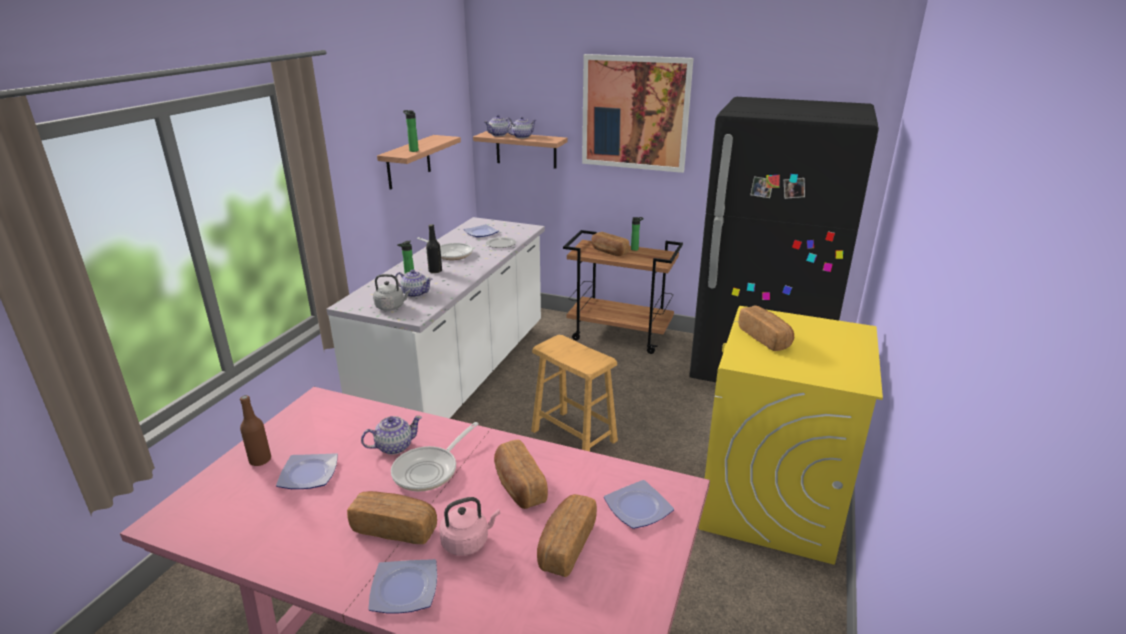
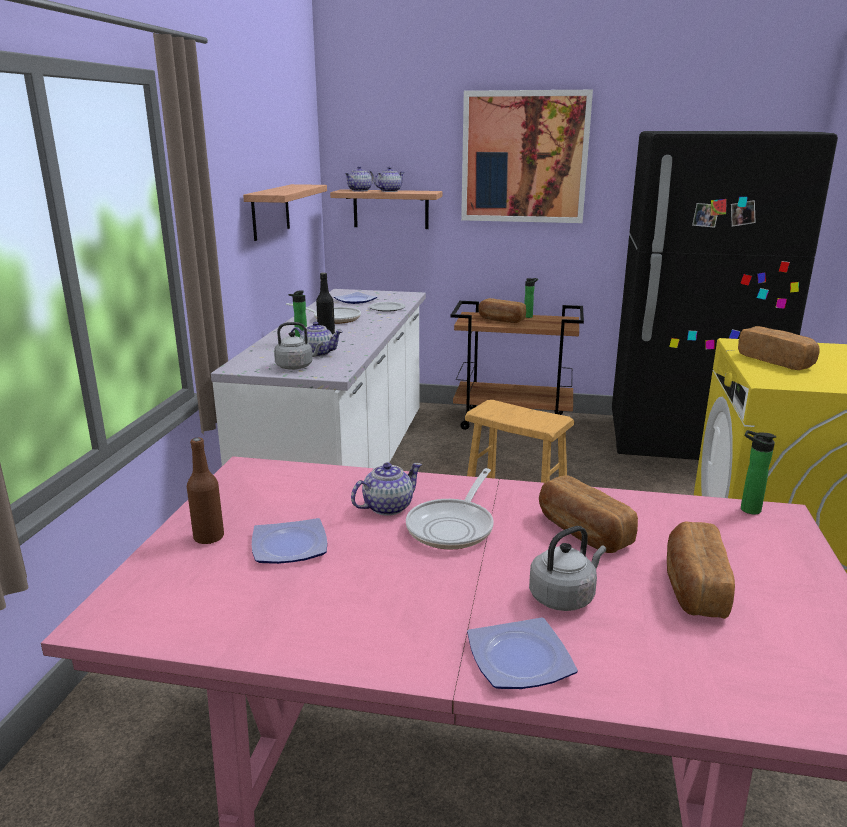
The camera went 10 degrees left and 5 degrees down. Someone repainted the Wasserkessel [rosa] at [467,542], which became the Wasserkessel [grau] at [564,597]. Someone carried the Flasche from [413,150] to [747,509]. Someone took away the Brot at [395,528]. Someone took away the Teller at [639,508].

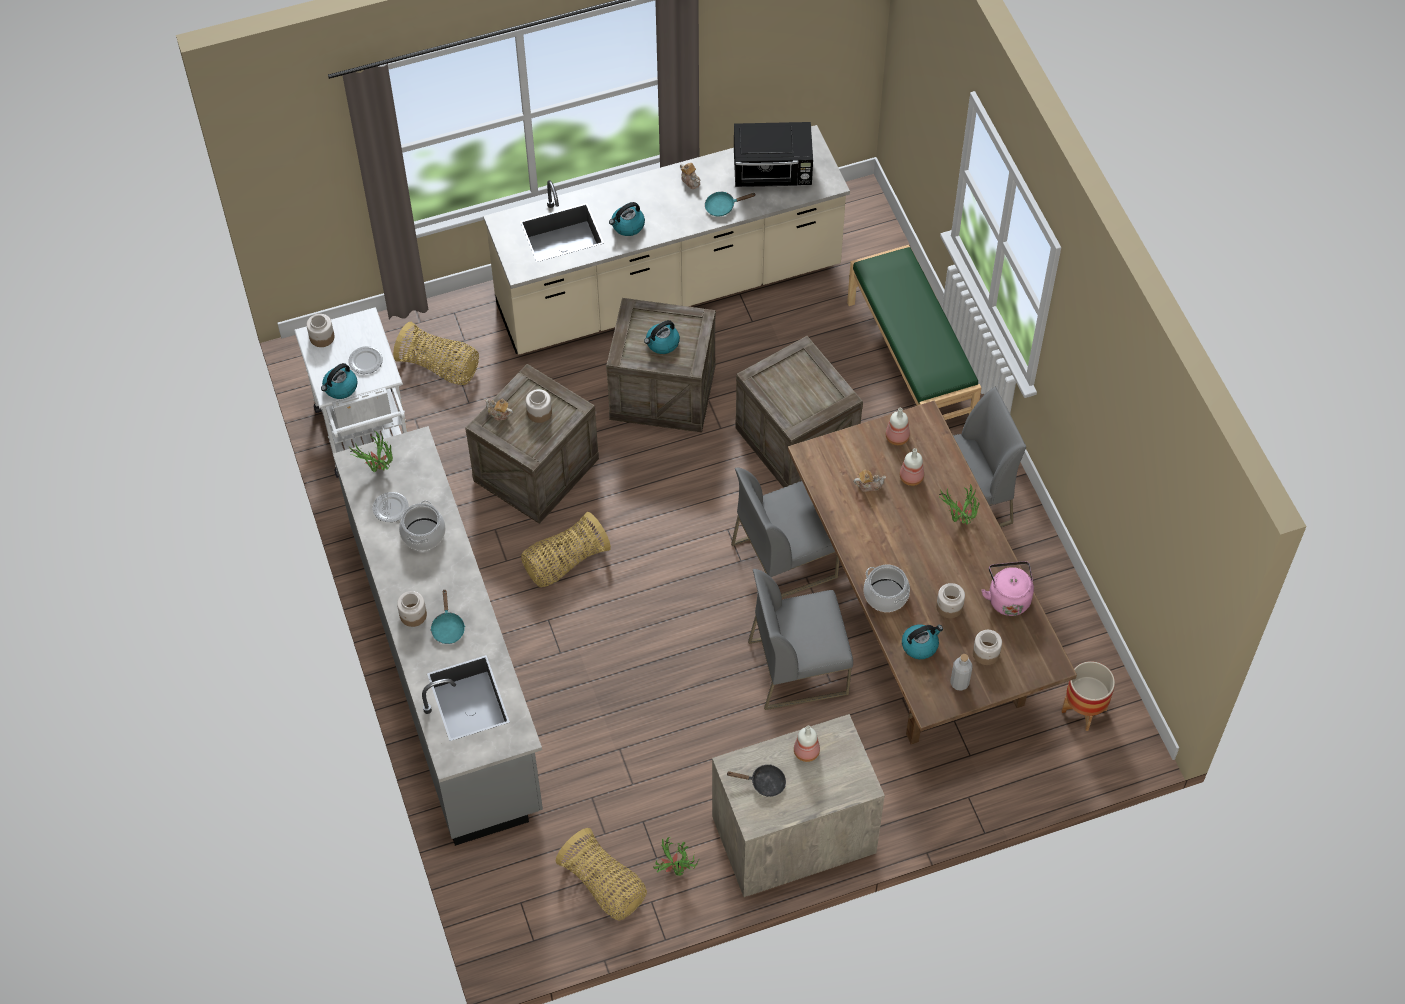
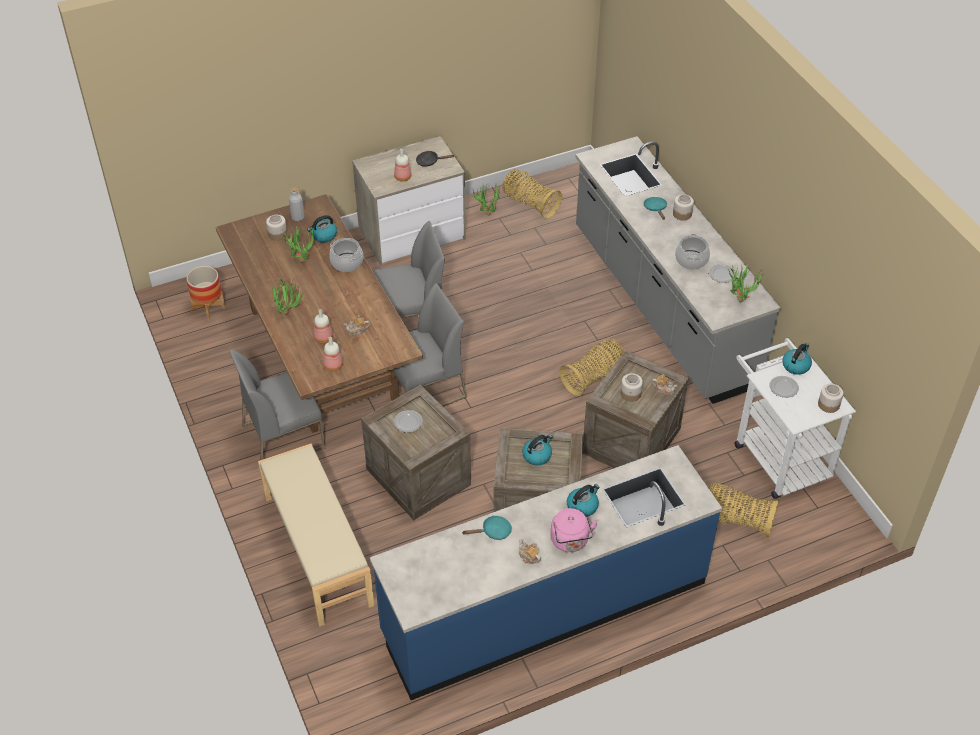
The camera went 175 degrees right and 10 degrees down. Someone repainted the Bank [grün] at [911,364], which became the Bank [beige] at [317,551]. Someone swapped the Vorratsglas at [949,607] for the Topfpflanze at [301,258]. Someone repainted the Küchenzeile [beige] at [669,289], which became the Küchenzeile [blau] at [544,607]. Someone put down the Teller at [408,422]. Someone carried the Wasserkessel [rosa] from [1008,598] to [570,542]. Someone took away the Mikrowelle [schwarz] at [773,173].

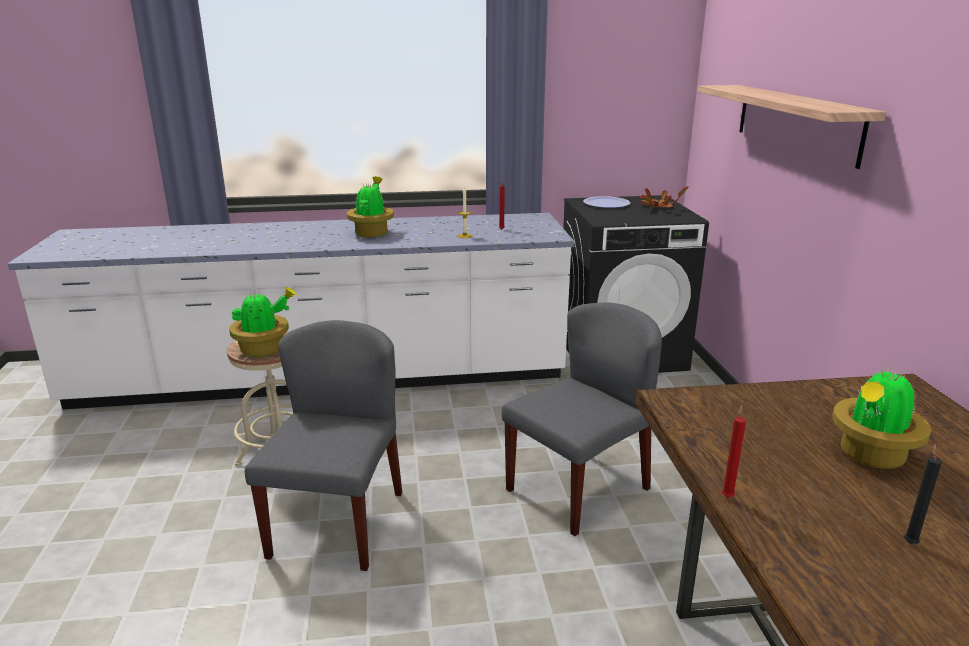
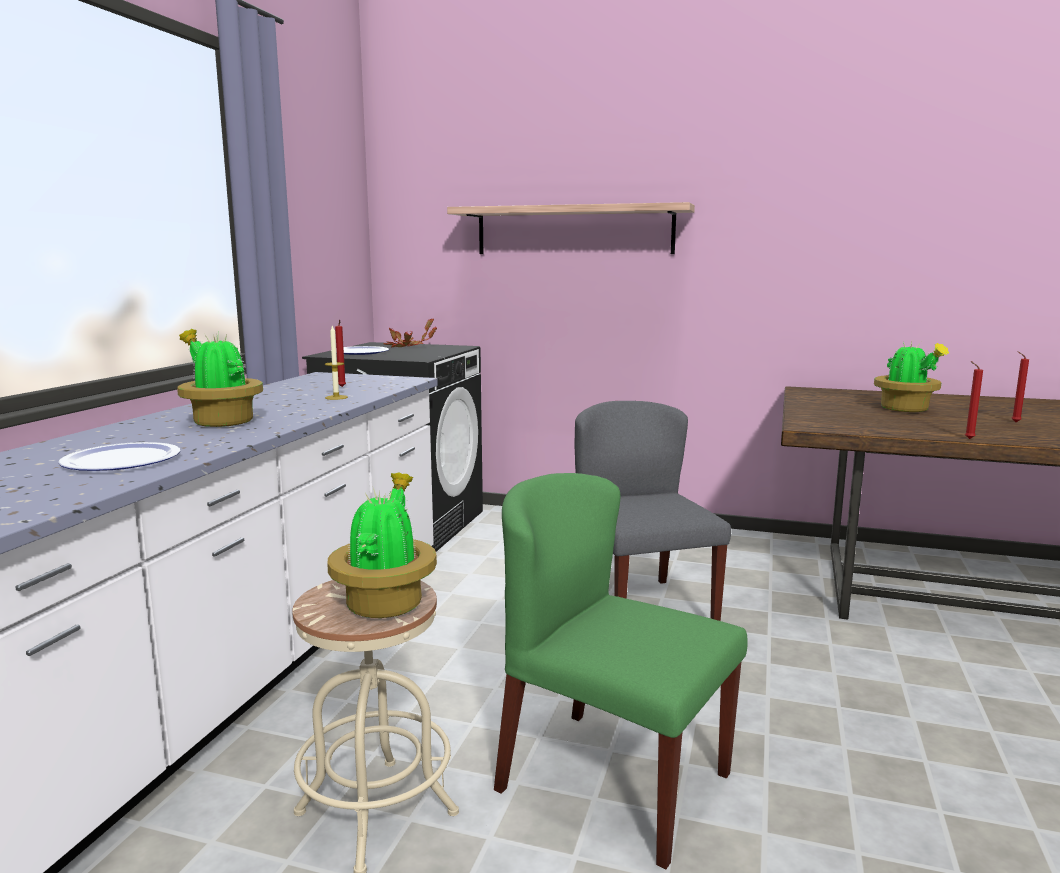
The camera went 65 degrees left and 10 degrees down. Someone put down the Teller at [122,460]. Someone repainted the Stuhl [grau] at [337,523], which became the Stuhl [grün] at [612,781]. Someone repainted the Kerze [schwarz] at [910,542], which became the Kerze [rot] at [1014,422].

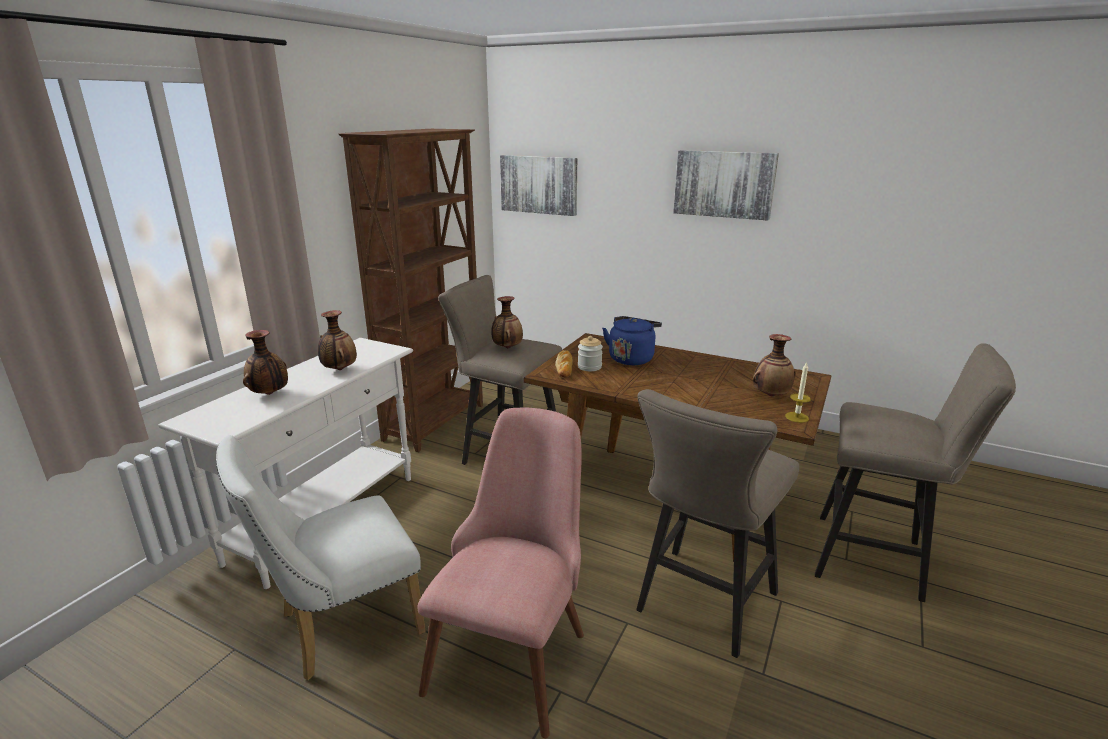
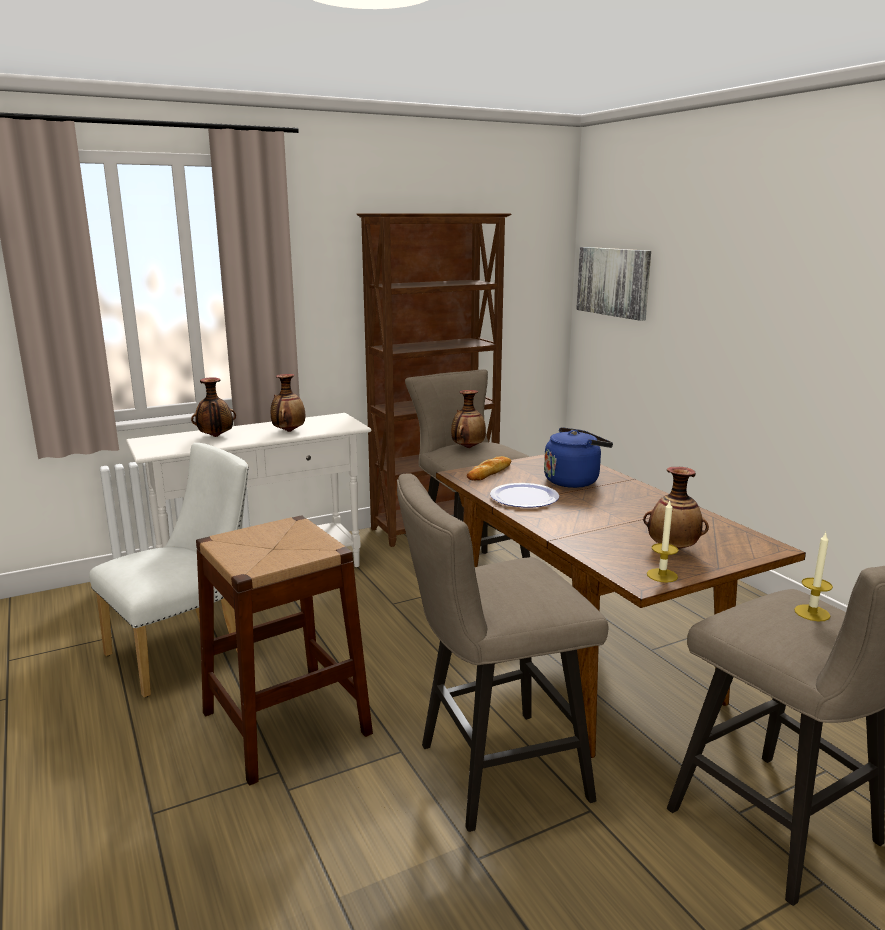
The camera went 35 degrees right and 5 degrees down. Someone rotated the Stuhl [weiß] at [341,627] by 135 degrees clockwise. Someone swapped the Stuhl [rosa] at [515,646] for the Hocker [braun] at [286,722]. Someone put down the Teller at [524,497]. Someone put down the Kerze at [812,613]. Someone took away the Vorratsglas at [589,367]. Someone took away the Bild at [724,184].

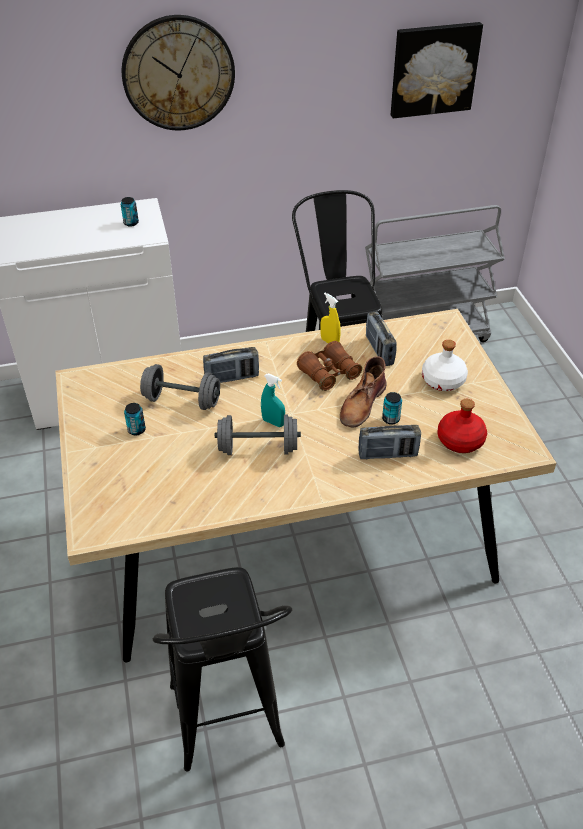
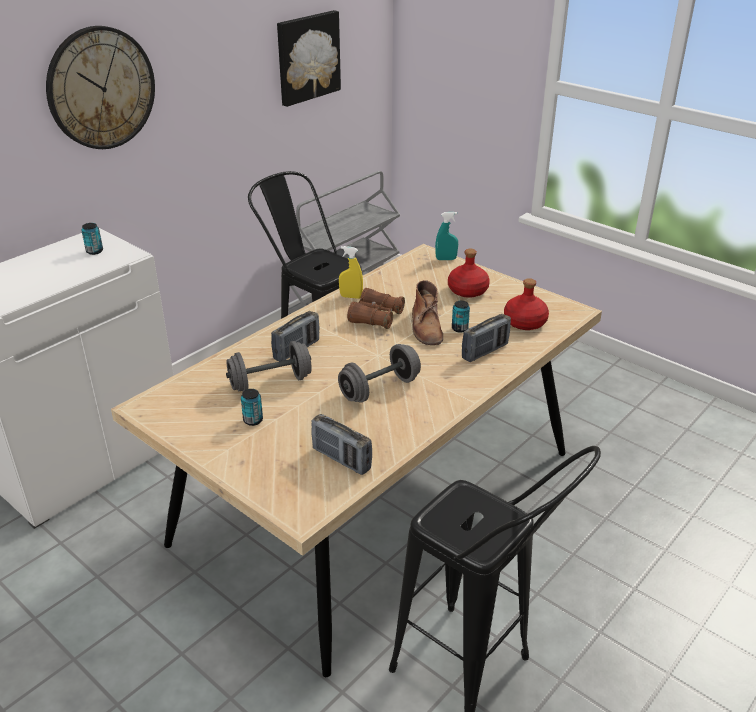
The camera went 35 degrees left and 10 degrees down. Someone carried the Radio from [379,350] to [341,459]. Someone carried the Sprühflasche [türkis] from [273,422] to [446,259]. Someone repainted the Flasche [weiß] at [443,381], which became the Flasche [rot] at [468,291].

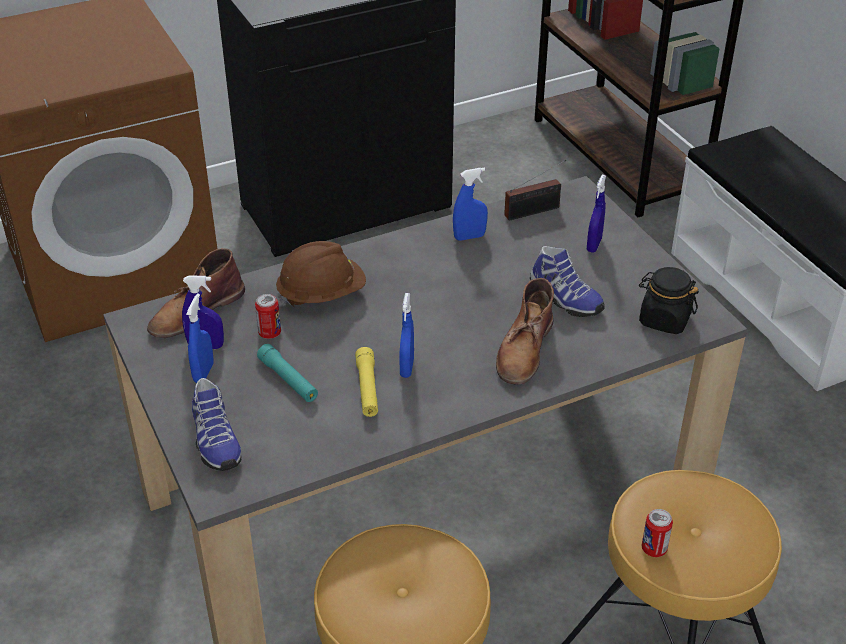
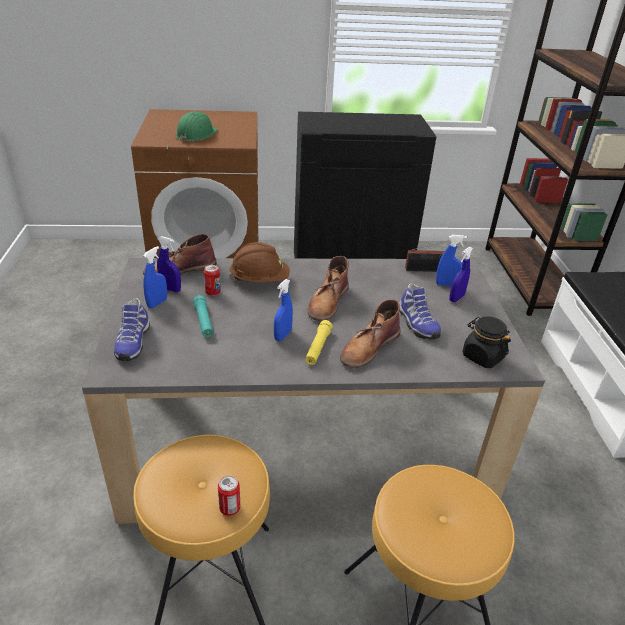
The camera went 20 degrees right and 5 degrees down. Someone put down the Schutzhelm [grün] at [196,134]. Someone carried the Dose from [654,549] to [230,508]. Someone carried the Taschenlampe [gelb] from [367,388] to [318,347]. Someone put down the Stiefel [braun] at [328,302]. Someone carried the Sprühflasche [blau] from [469,237] to [446,284].

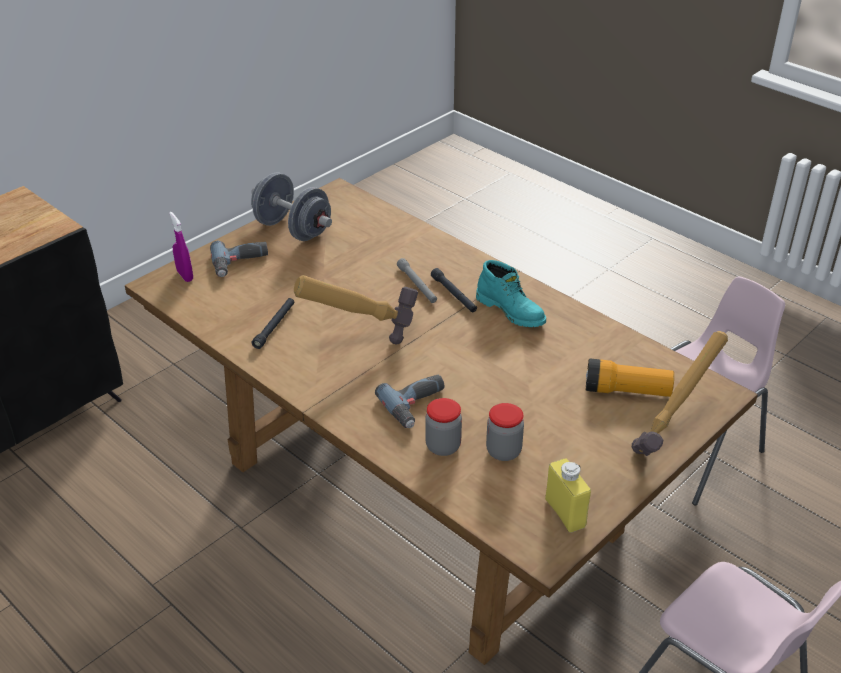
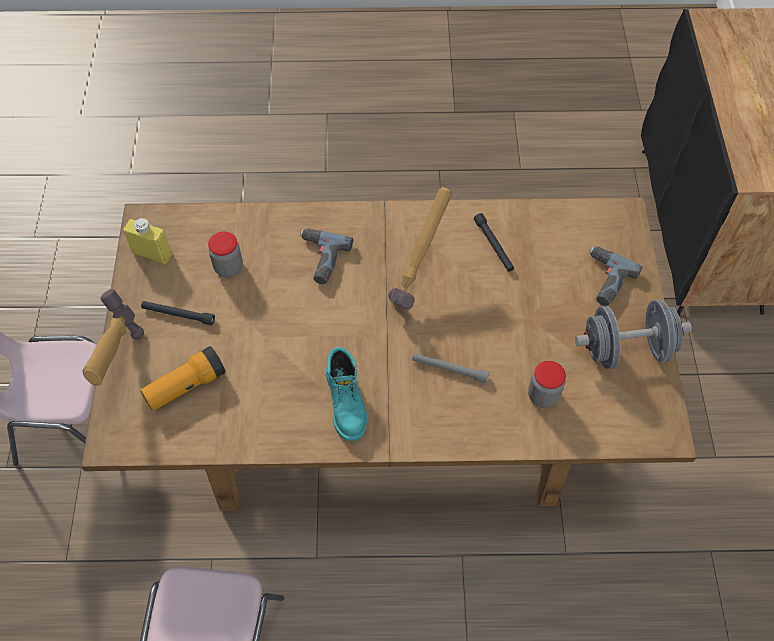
The camera went 135 degrees right and 20 degrees up. Someone carried the Taschenlampe [schwarz] from [454,295] to [178,315]. Someone rotated the Stiefel [türkis] at [511,311] by 105 degrees counterclockwise. Someone carried the Vorratsglas from [443,446] to [543,395]. Someone took away the Sprühflasche [lila] at [185,275].

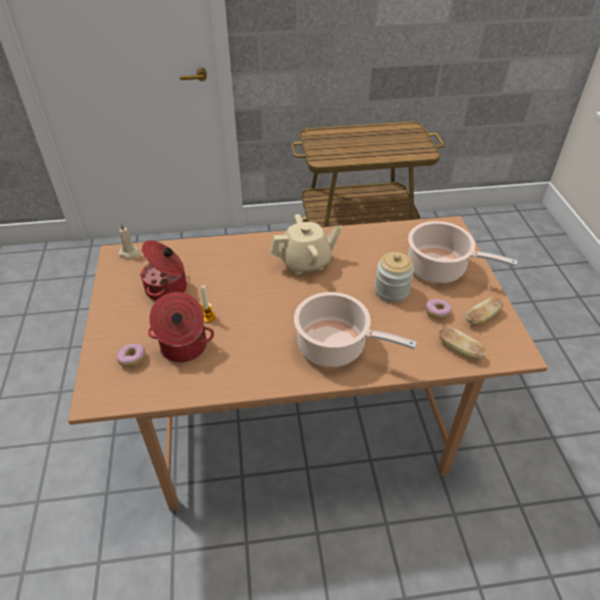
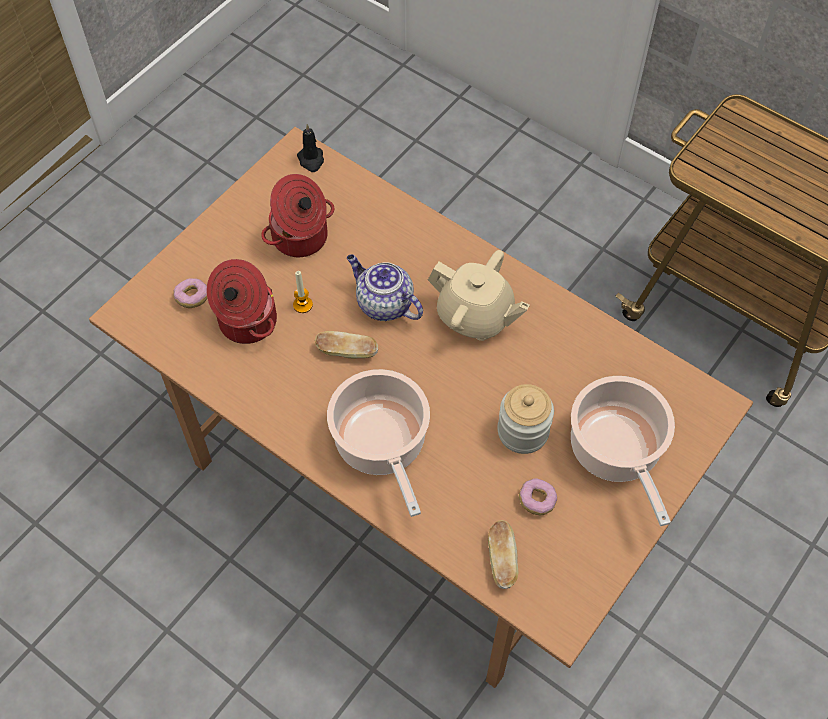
The camera went 45 degrees right and 15 degrees up. Someone repainted the Kerze [beige] at [130,253], which became the Kerze [schwarz] at [311,160]. Someone carried the Brot from [482,317] to [347,352]. Someone put down the Teekanne at [383,304].

